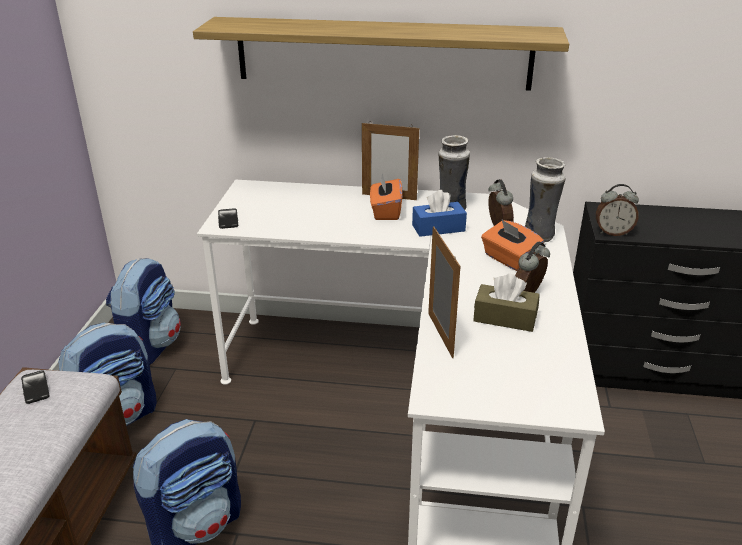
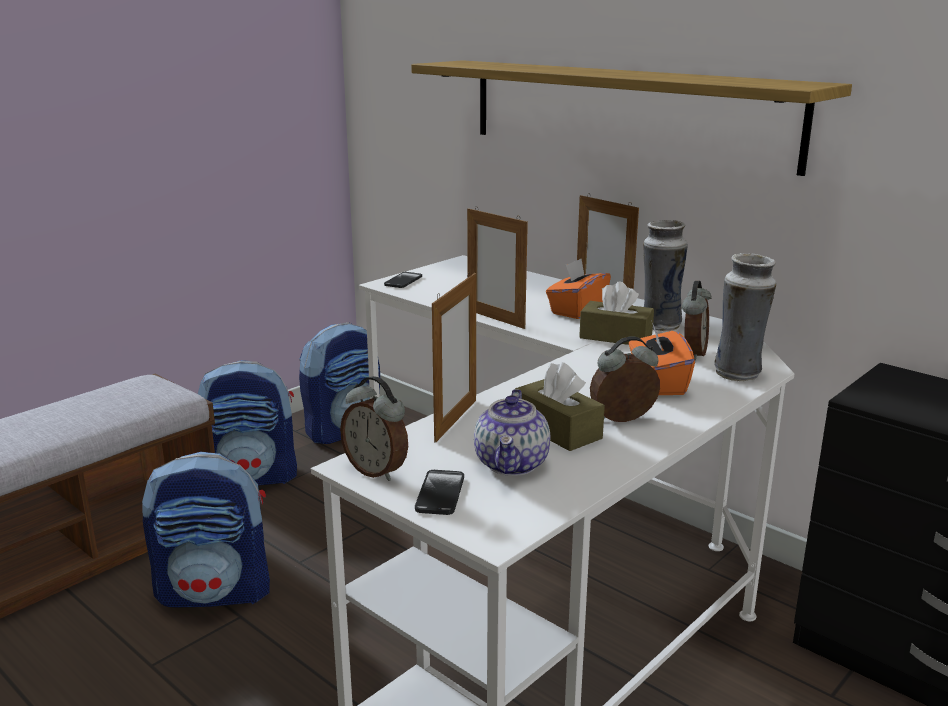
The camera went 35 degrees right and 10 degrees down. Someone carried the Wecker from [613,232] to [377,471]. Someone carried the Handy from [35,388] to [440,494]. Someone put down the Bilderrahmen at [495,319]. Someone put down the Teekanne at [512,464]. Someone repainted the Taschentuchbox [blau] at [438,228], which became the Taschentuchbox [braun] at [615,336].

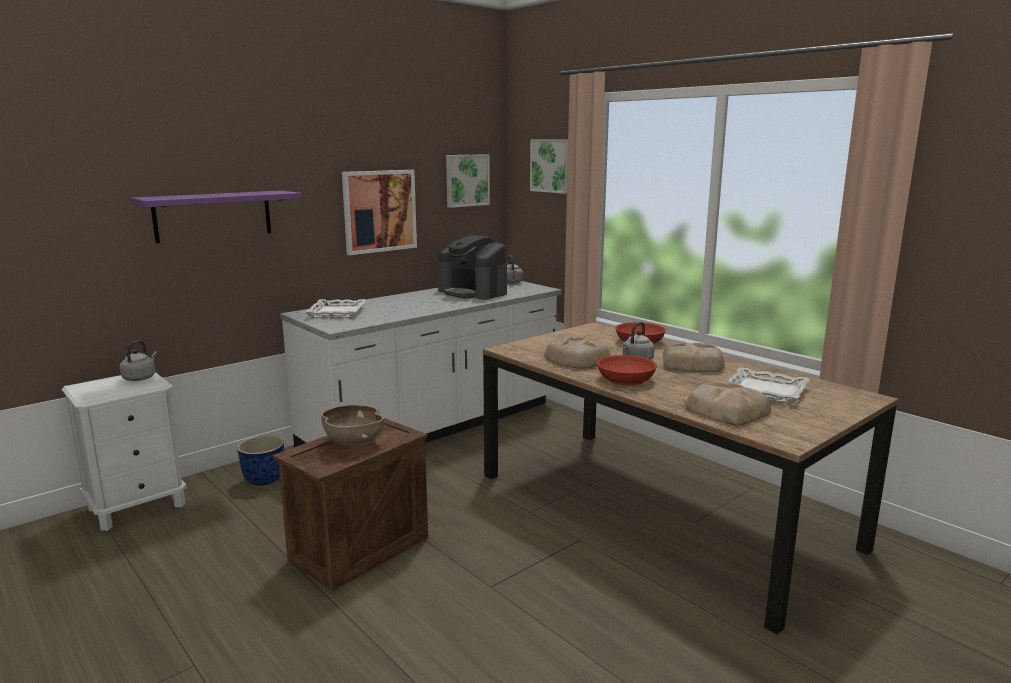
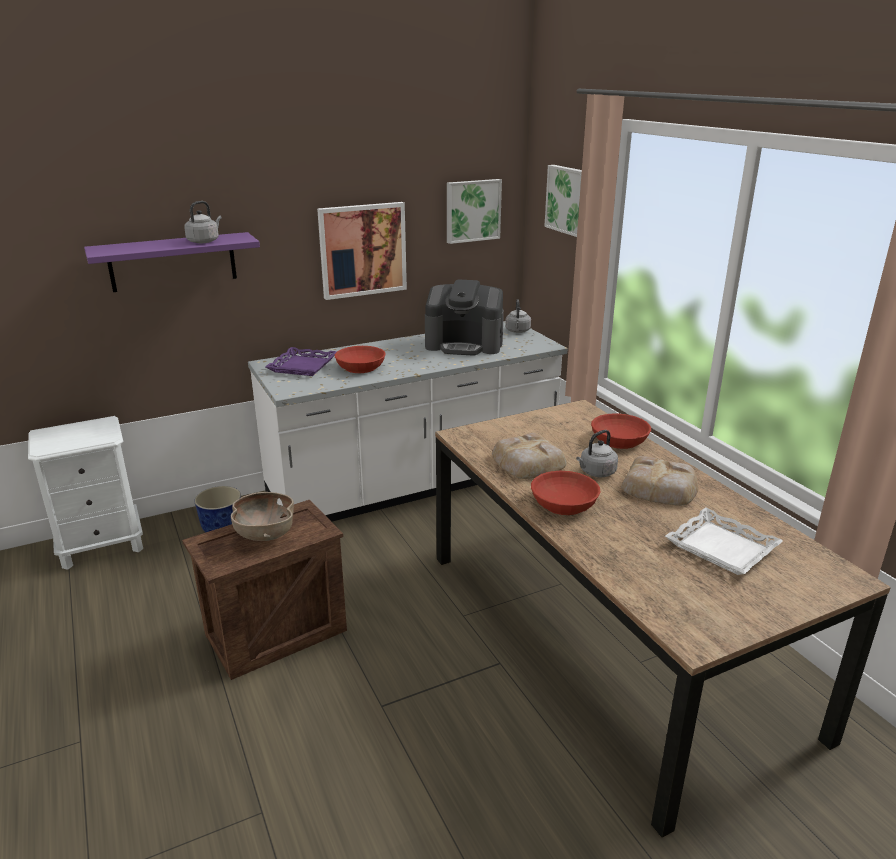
The camera went 15 degrees right and 10 degrees up. Someone carried the Wasserkessel [grau] from [140,377] to [204,241]. Someone repainted the Tablett [weiß] at [336,312], which became the Tablett [lila] at [302,366]. Someone put down the Schüssel [rot] at [360,367]. Someone rotated the Kaffeemaschine at [473,292] by 45 degrees counterclockwise. Someone took away the Brot at [726,410].

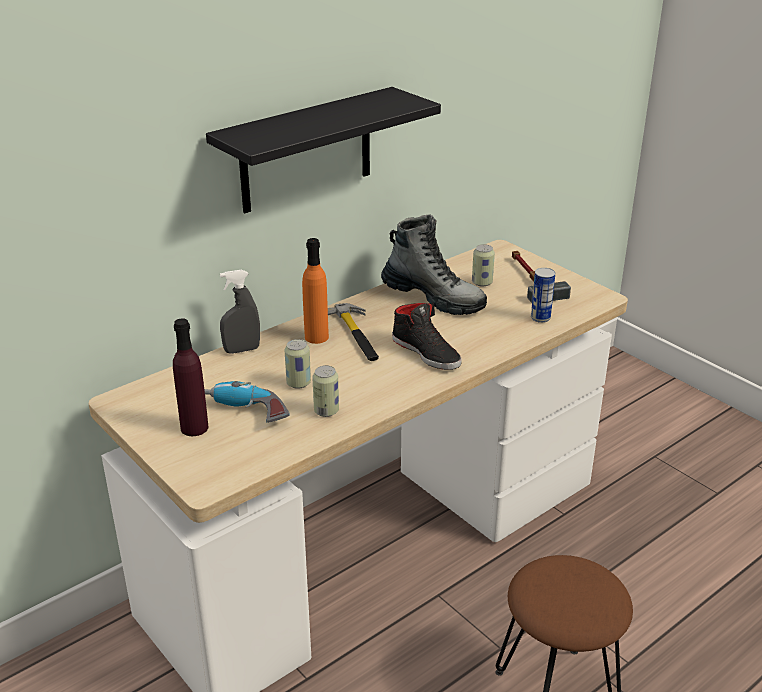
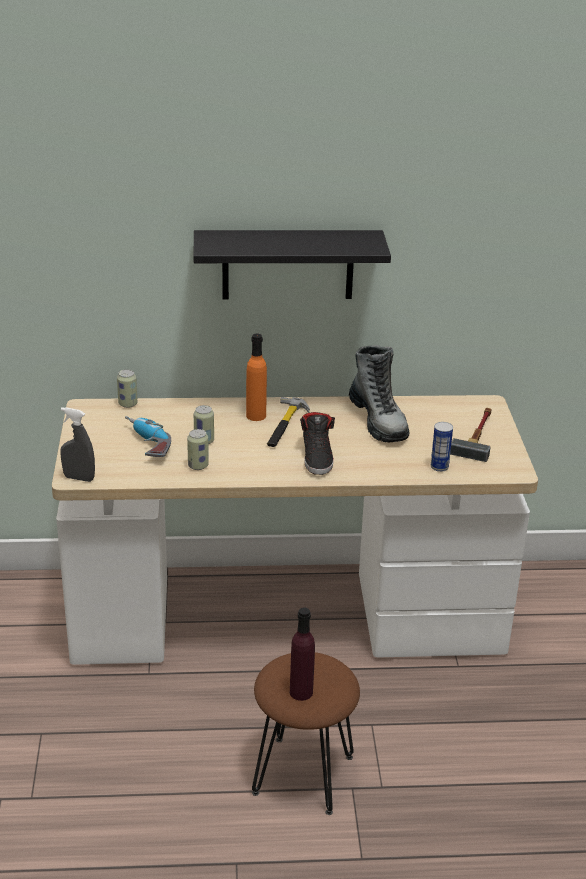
The camera went 35 degrees right and 0 degrees up. Someone carried the Sprühflasche [grau] from [242,350] to [79,478]. Someone carried the Dose from [482,283] to [128,404]. Someone carried the Flasche [lila] from [194,428] to [301,692].

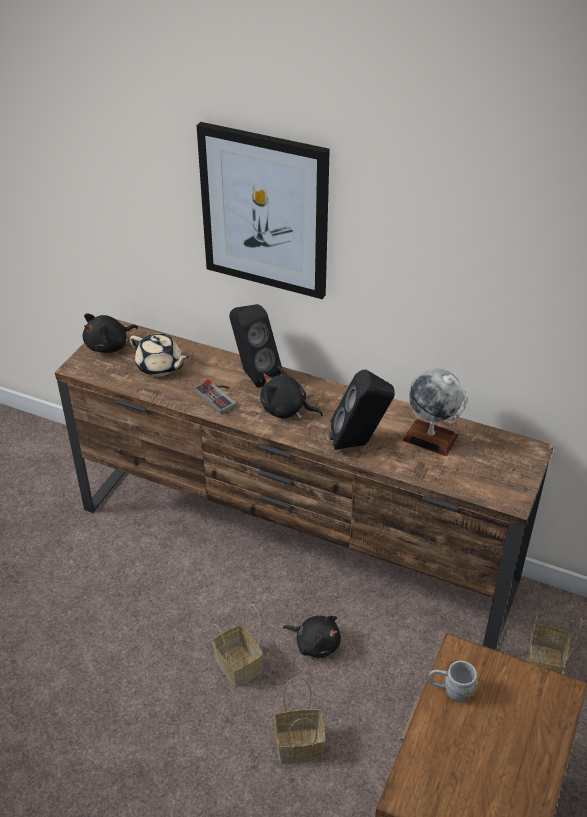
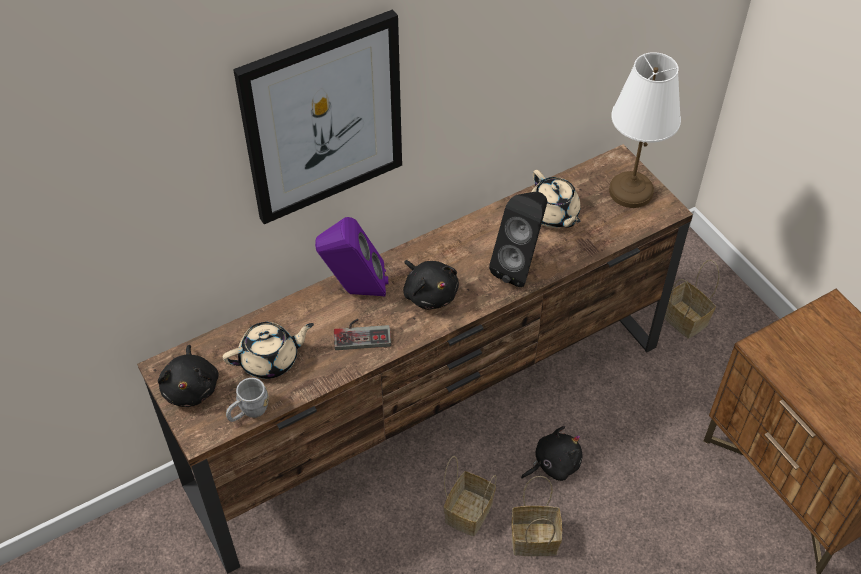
The camera went 55 degrees left and 10 degrees up. Someone carried the Henkelbecher [grau] from [451,690] to [248,412]. Someone repainted the Lautsprecher [schwarz] at [253,375], which became the Lautsprecher [lila] at [354,290]. Someone rotated the Plüschtier [schwarz] at [286,410] by 90 degrees counterclockwise. Someone carried the Korb from [301,744] to [468,510]. Someone swapped the Globus at [430,438] for the Teekanne [beige] at [553,214]. Someone put down the Tischlampe [weiß] at [630,192].

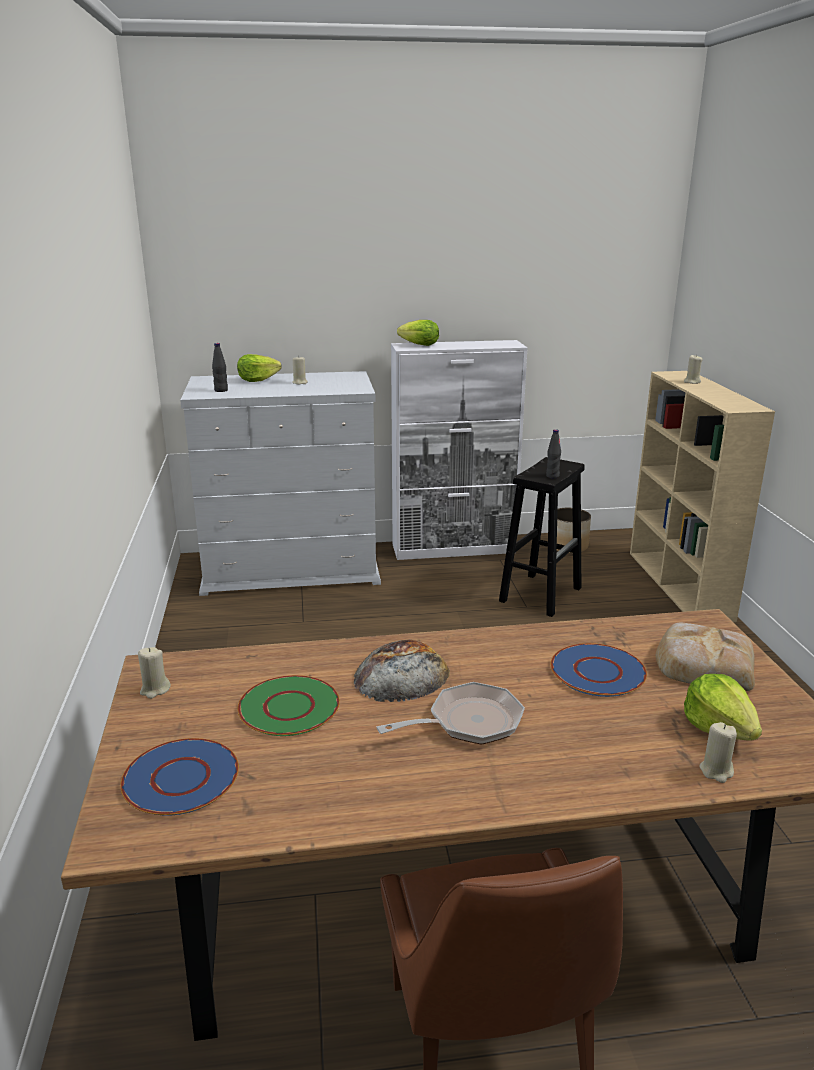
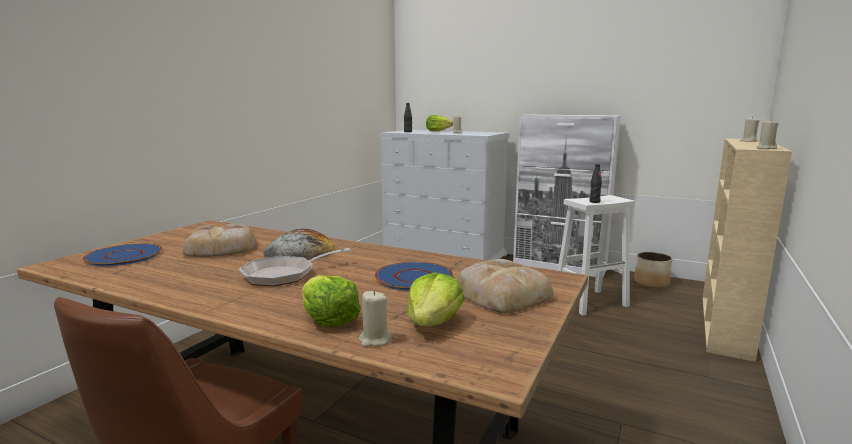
The camera went 35 degrees right and 10 degrees down. Someone swapped the Teller [grün] at [290,707] for the Brot at [222,248]. Someone rotated the Pfanne at [468,722] by 135 degrees clockwise. Someone carried the Salatkopf from [419,345] to [328,319]. Someone repainted the Hocker [schwarz] at [541,594], which became the Hocker [weiß] at [591,302]. Someone carried the Kerze [beige] from [155,690] to [766,148].

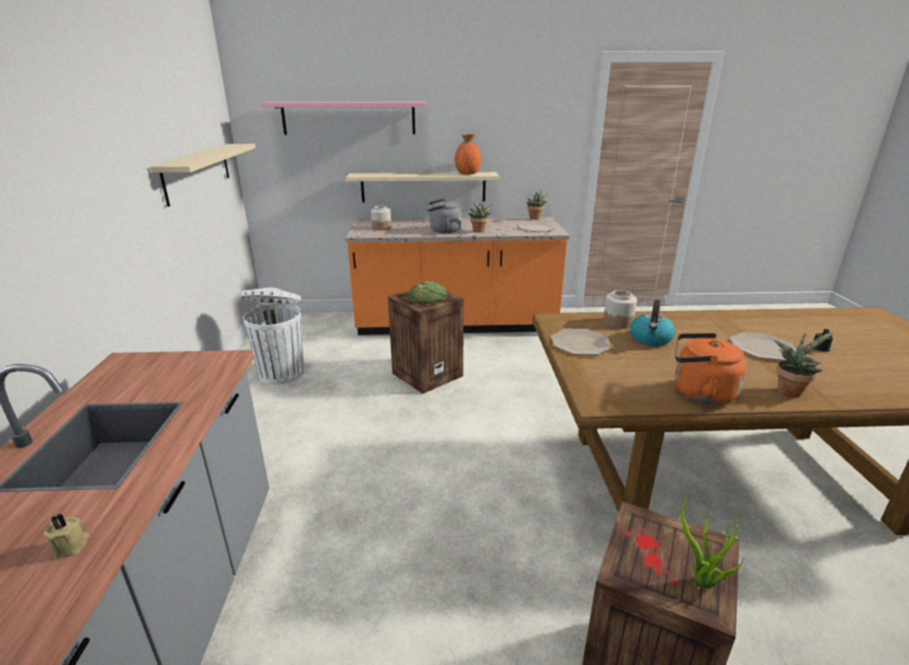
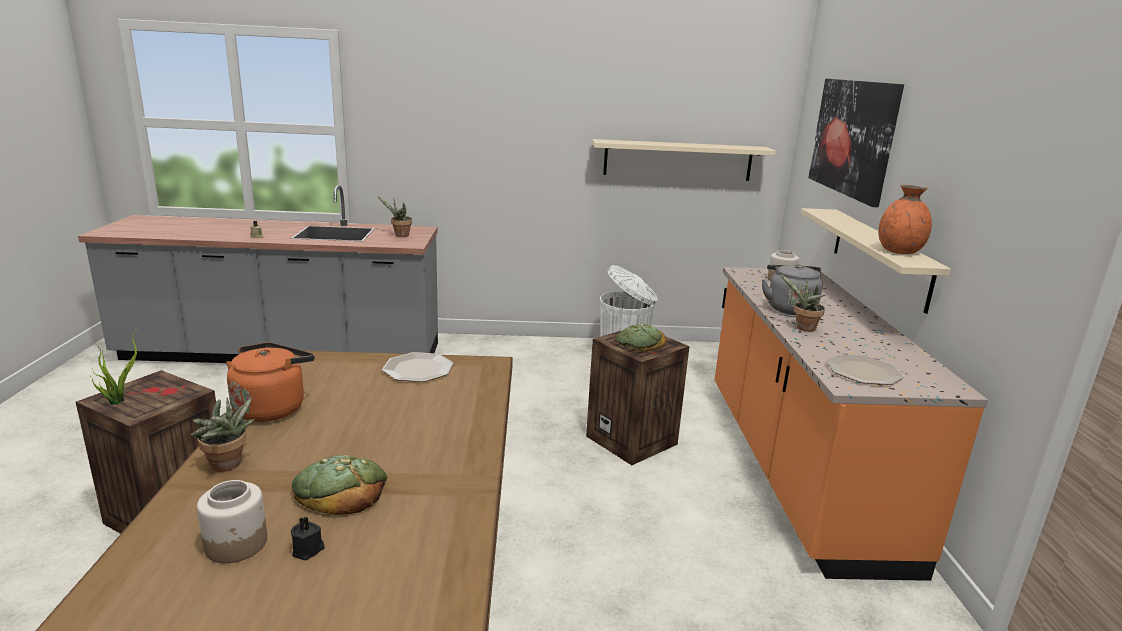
The camera went 90 degrees right and 5 degrees down. Someone carried the Vorratsglas from [618,322] to [237,544]. Someone swapped the Teller at [763,348] for the Brot at [341,490]. Someone carried the Topfpflanze from [535,219] to [400,235]. Someone swapped the Wandregal [rosa] at [348,118] for the Bild at [853,137]. Someone took away the Wasserkessel at [651,339].

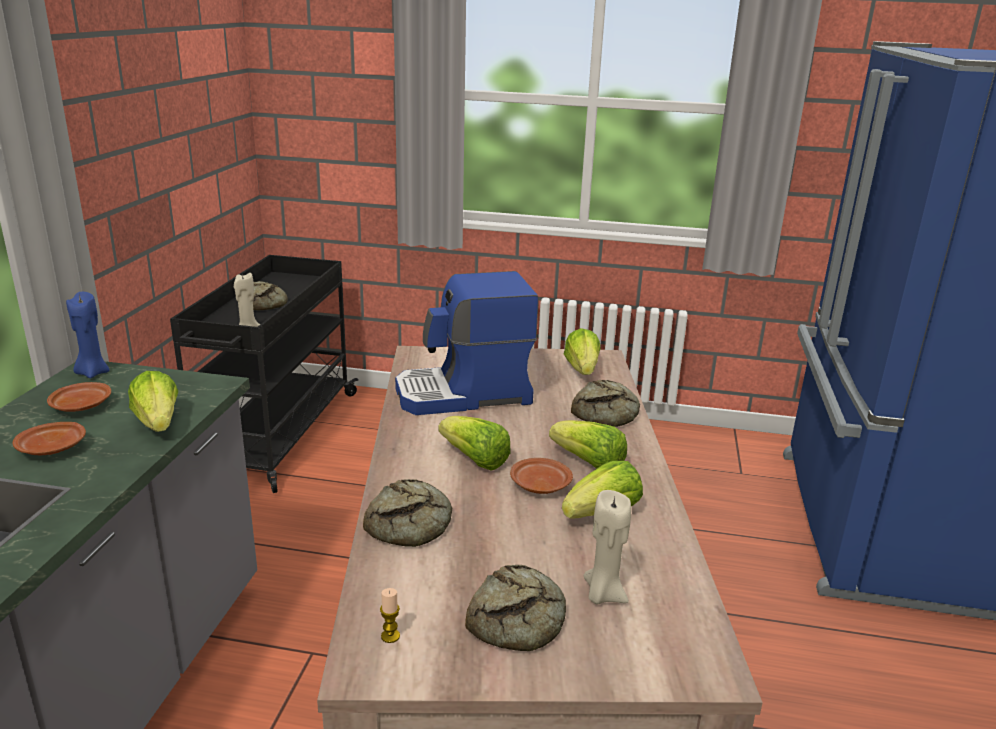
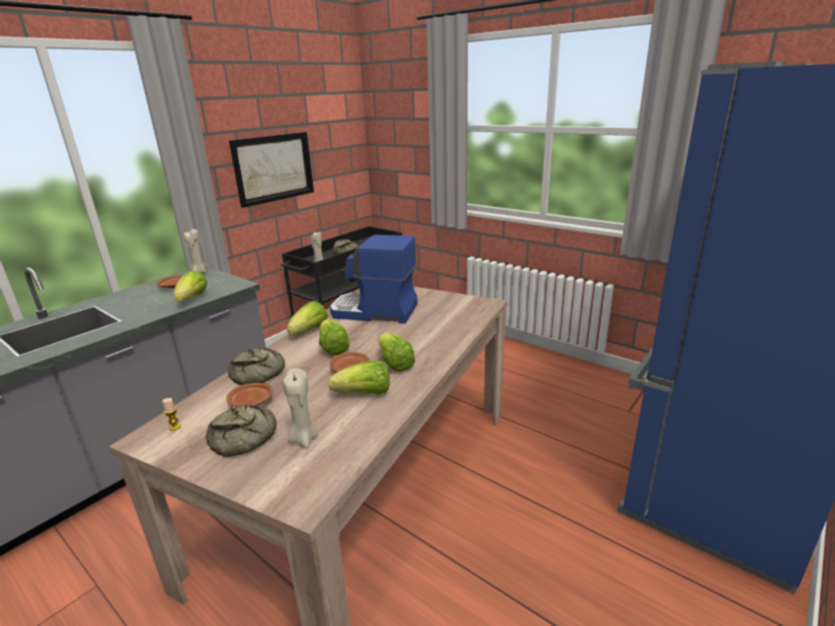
The camera went 30 degrees right and 0 degrees up. Someone repainted the Kerze [blau] at [92,373], which became the Kerze [beige] at [199,272]. Someone carried the Teller [braun] from [53,448] to [251,402]. Someone put up the Bild at [274,168]. Someone carried the Salatkopf from [582,369] to [309,331]. Someone took away the Brot at [608,413].

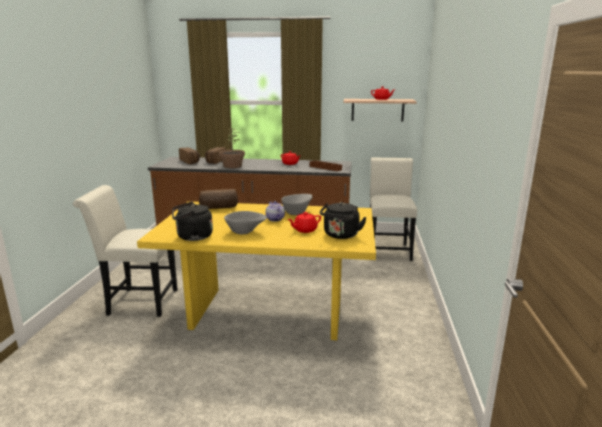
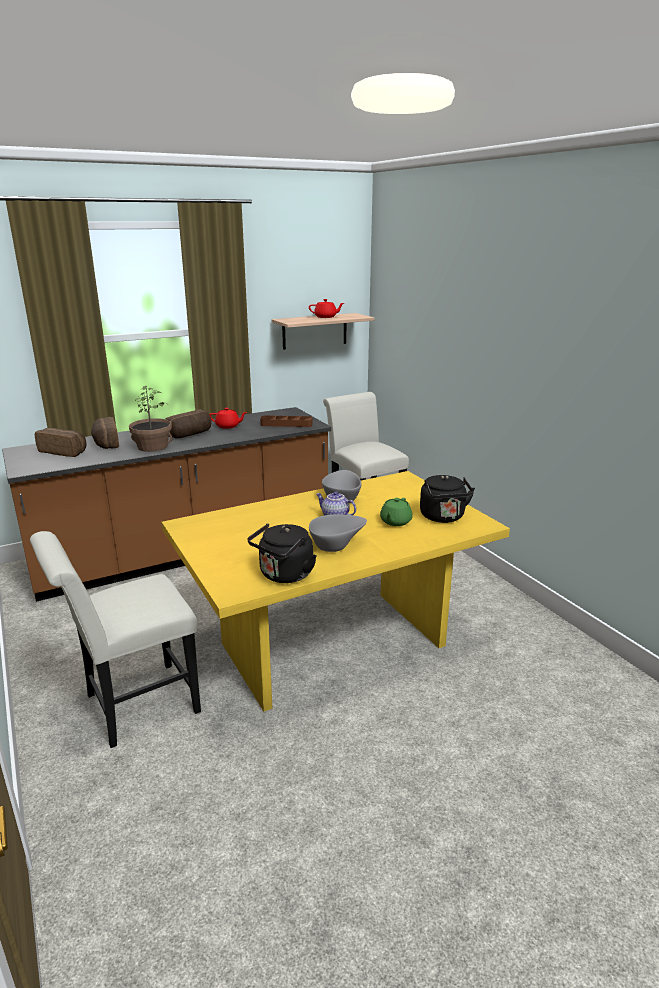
The camera went 35 degrees left and 5 degrees up. Someone carried the Brot from [219,208] to [191,434]. Someone repainted the Teekanne [rot] at [304,230], which became the Teekanne [grün] at [395,522].

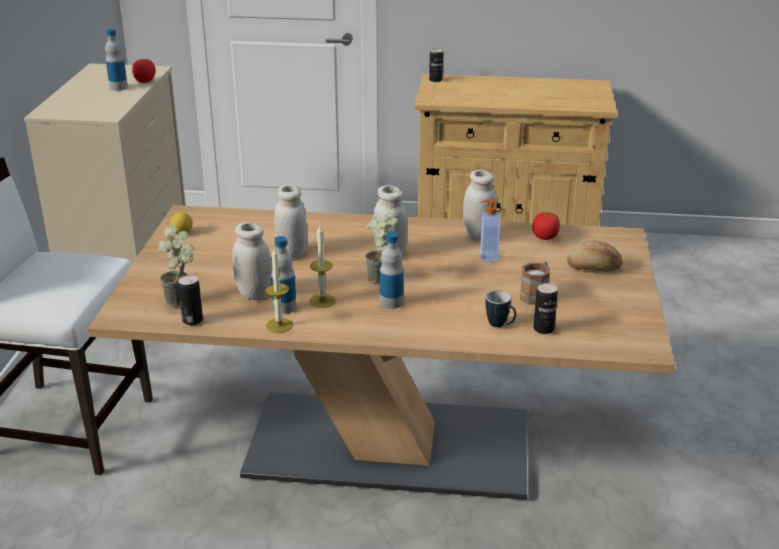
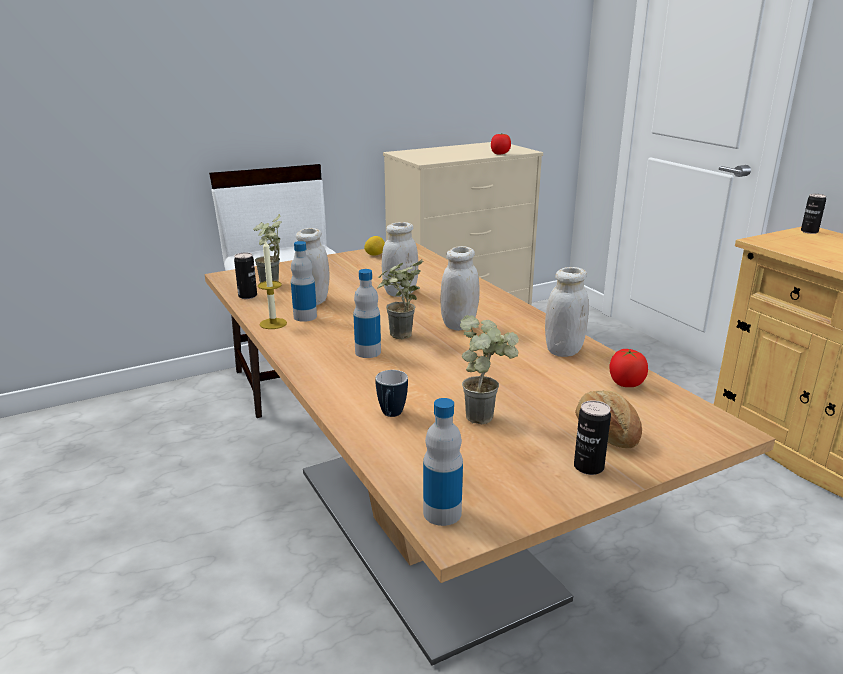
The camera went 55 degrees right and 5 degrees down. Someone carried the Flasche from [118,87] to [442,513]. Someone swapped the Henkelbecher at [535,294] for the Topfpflanze at [486,416]. Someone carried the Dose from [543,329] to [588,467]. Someone took away the Kerze at [322,301]. Someone took away the Seifenspender at [487,256].

